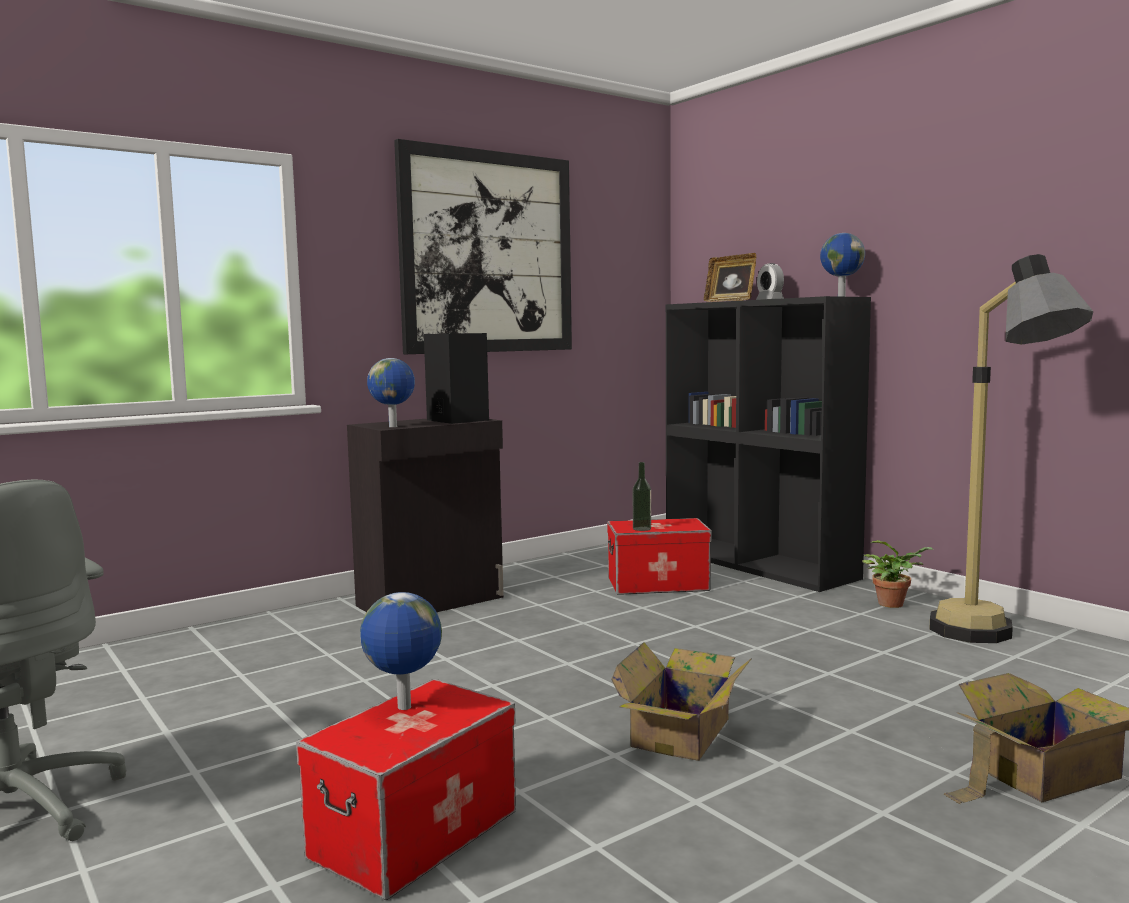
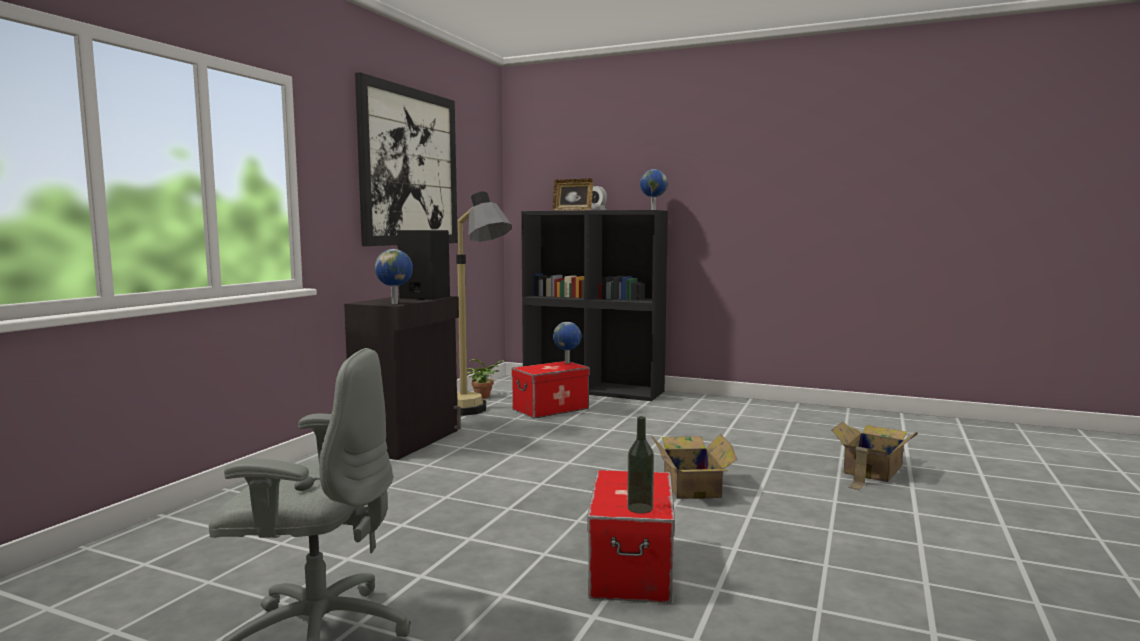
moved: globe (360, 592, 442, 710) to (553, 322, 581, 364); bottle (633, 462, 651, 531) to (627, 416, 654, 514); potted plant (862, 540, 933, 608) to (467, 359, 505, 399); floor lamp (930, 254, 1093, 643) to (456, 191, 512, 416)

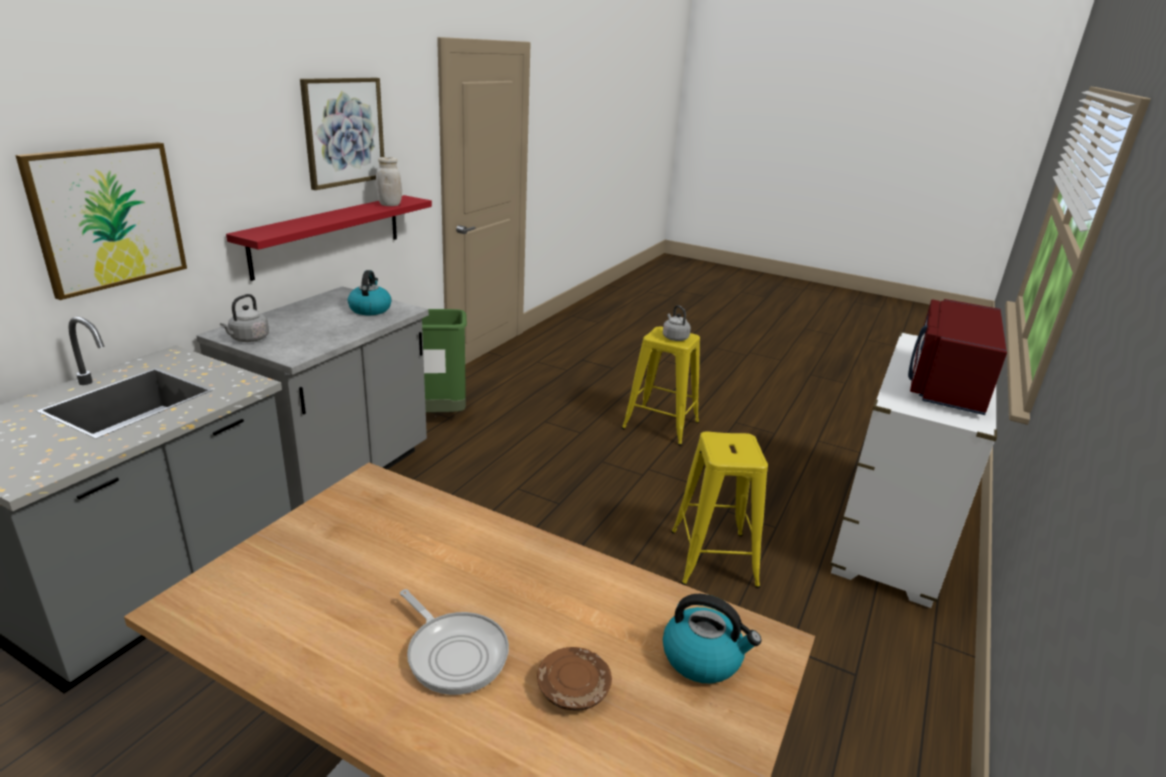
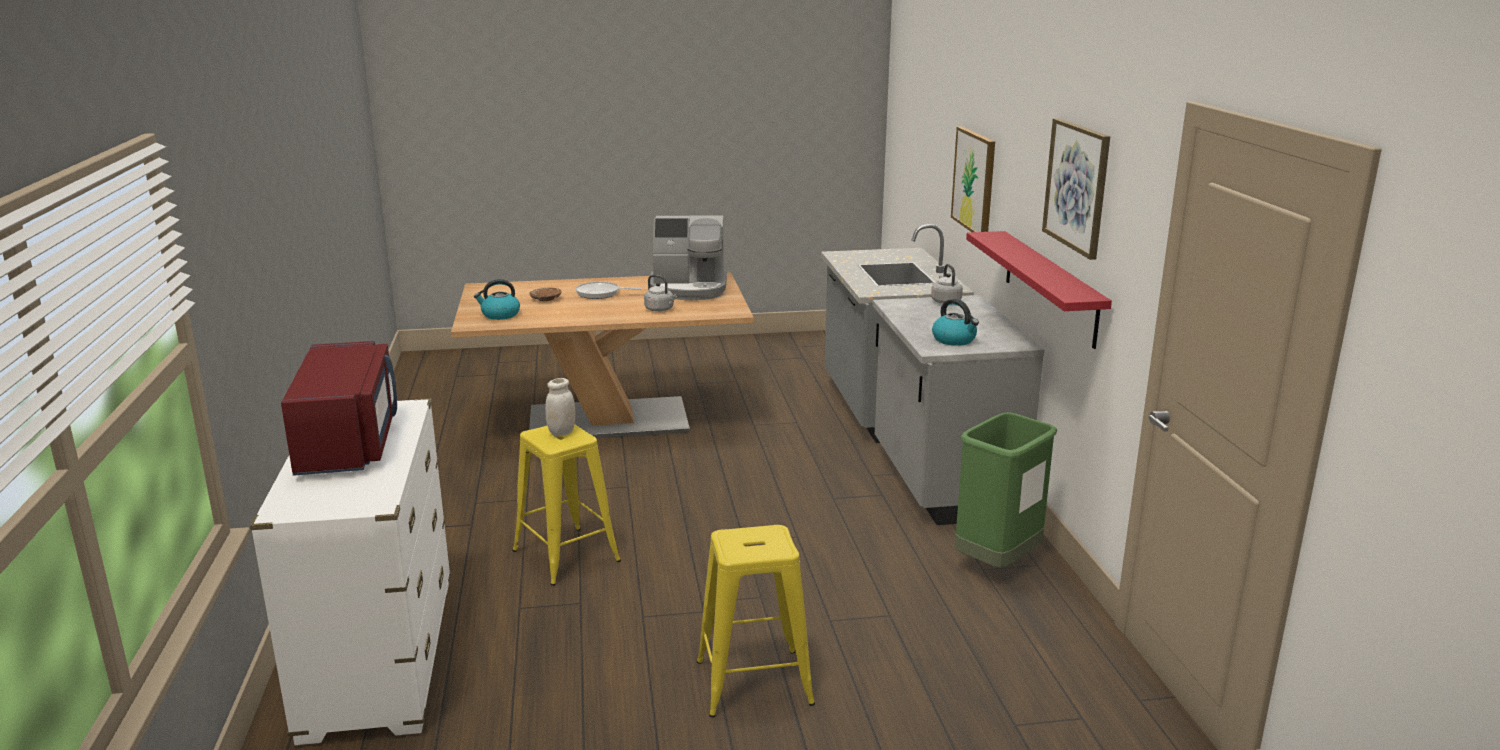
added: coffee machine (650, 216, 727, 300)
moved: jar (white) (376, 157, 402, 206) to (545, 378, 575, 437); kettle (grey) (663, 305, 691, 341) to (644, 275, 677, 312)

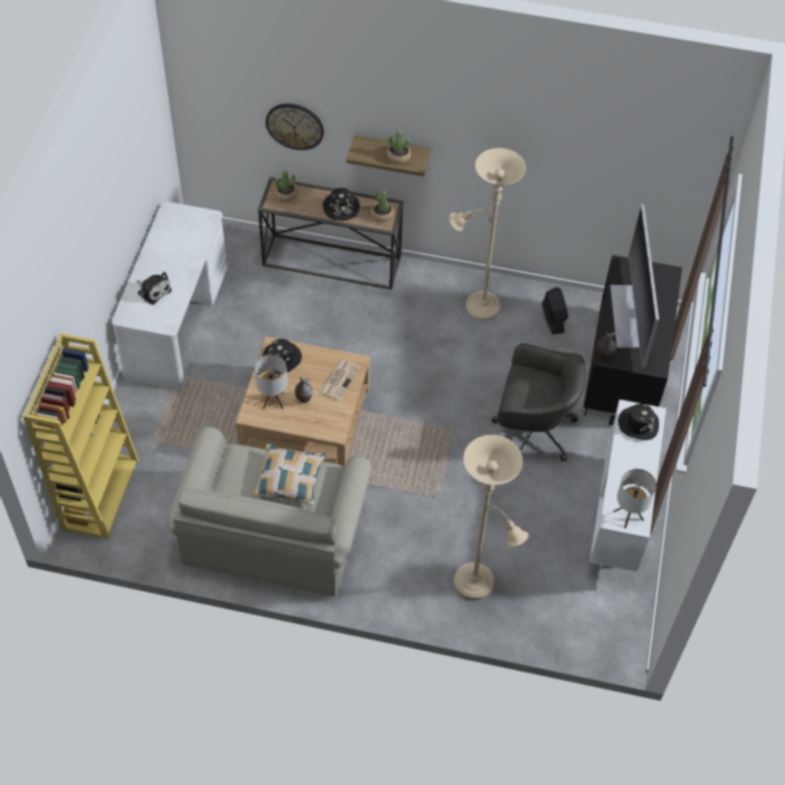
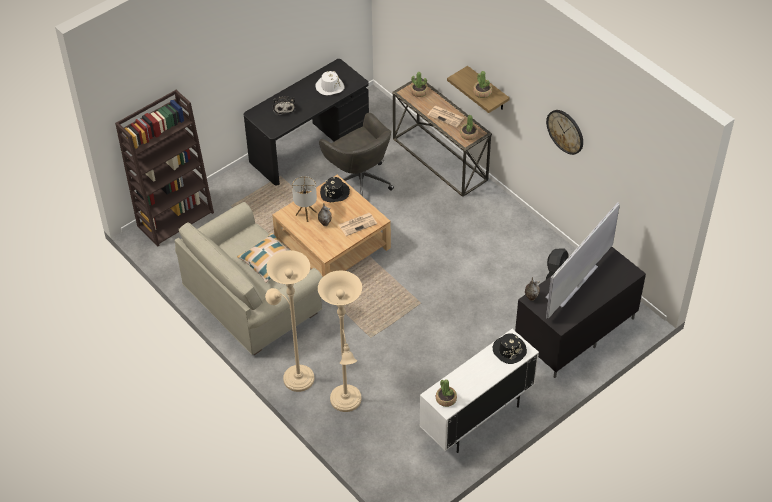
added: hat (white) (316, 71, 345, 95)
moved: wall clock (266, 104, 324, 150) to (546, 110, 583, 155); floor lamp (beige) (449, 148, 526, 321) to (265, 250, 314, 392); office chair (grey) (491, 343, 586, 461) to (319, 113, 394, 196)
replaced: hat (black) (323, 188, 360, 221) to newspaper (427, 106, 464, 128); table lamp (614, 469, 657, 528) to potted plant (436, 379, 457, 407)
recoloured: bookcase (yellow) (23, 333, 139, 539) to bookcase (brown) (115, 90, 214, 247); desk (white) (112, 201, 227, 389) to desk (black) (244, 59, 369, 185)

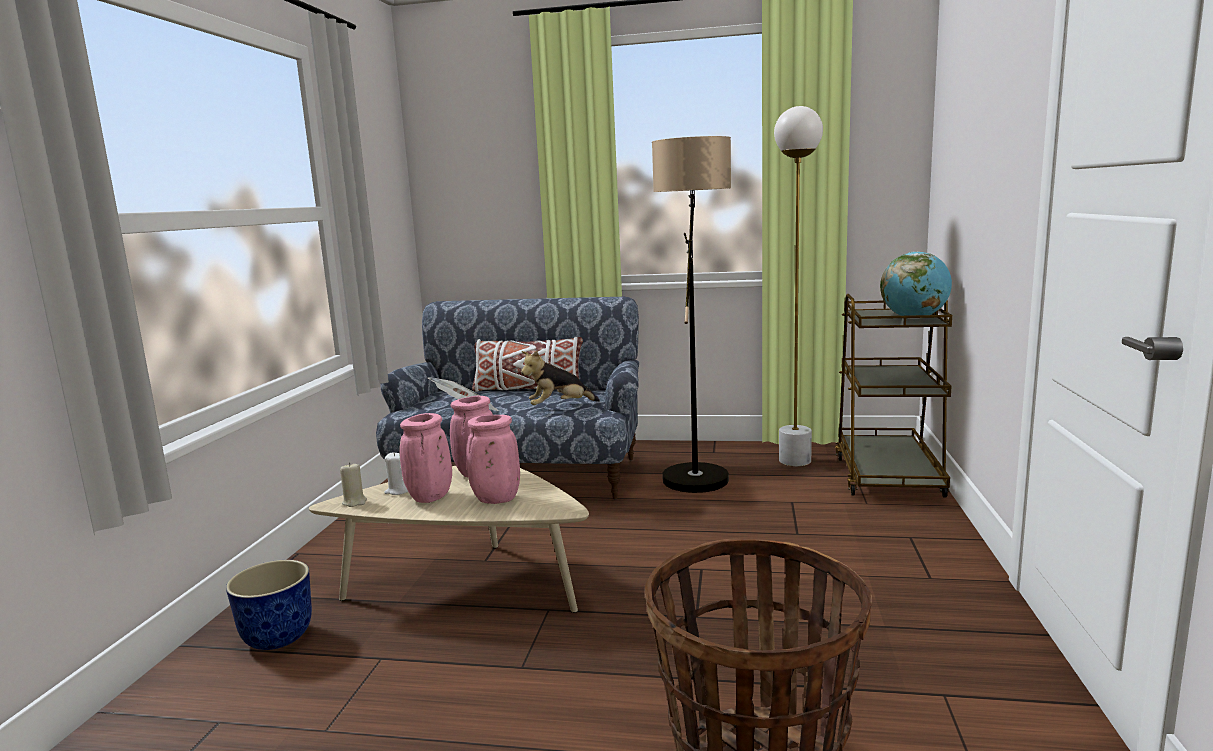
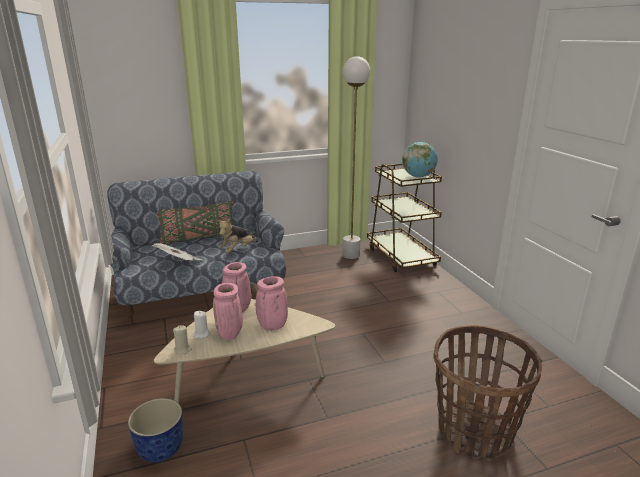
removed: floor lamp (652, 136, 731, 493)
recoloured: pillow (white) (472, 337, 583, 392) to pillow (green) (157, 201, 233, 244)

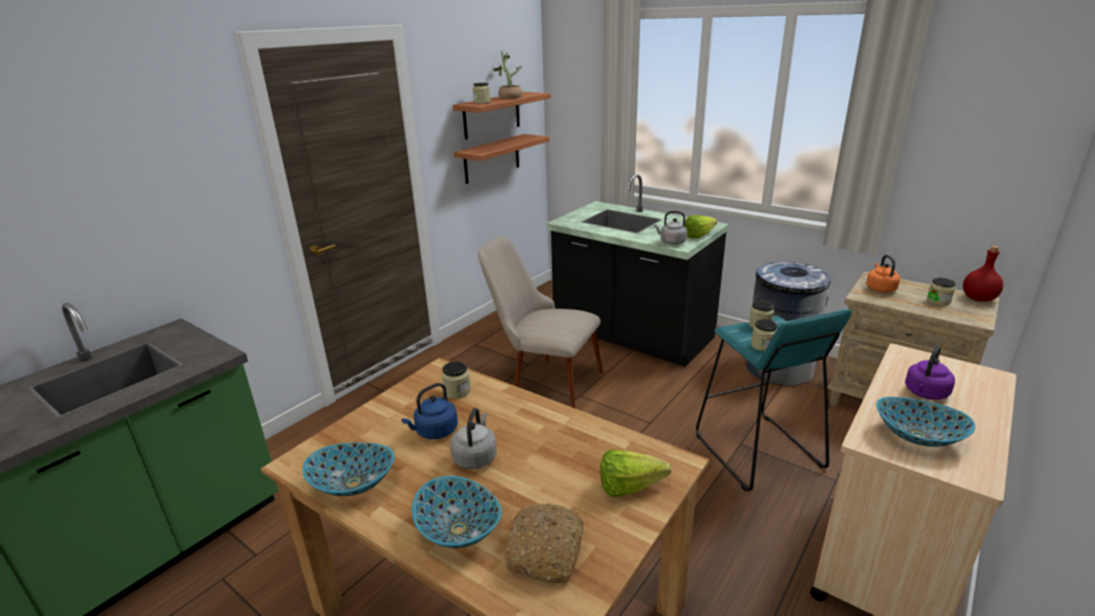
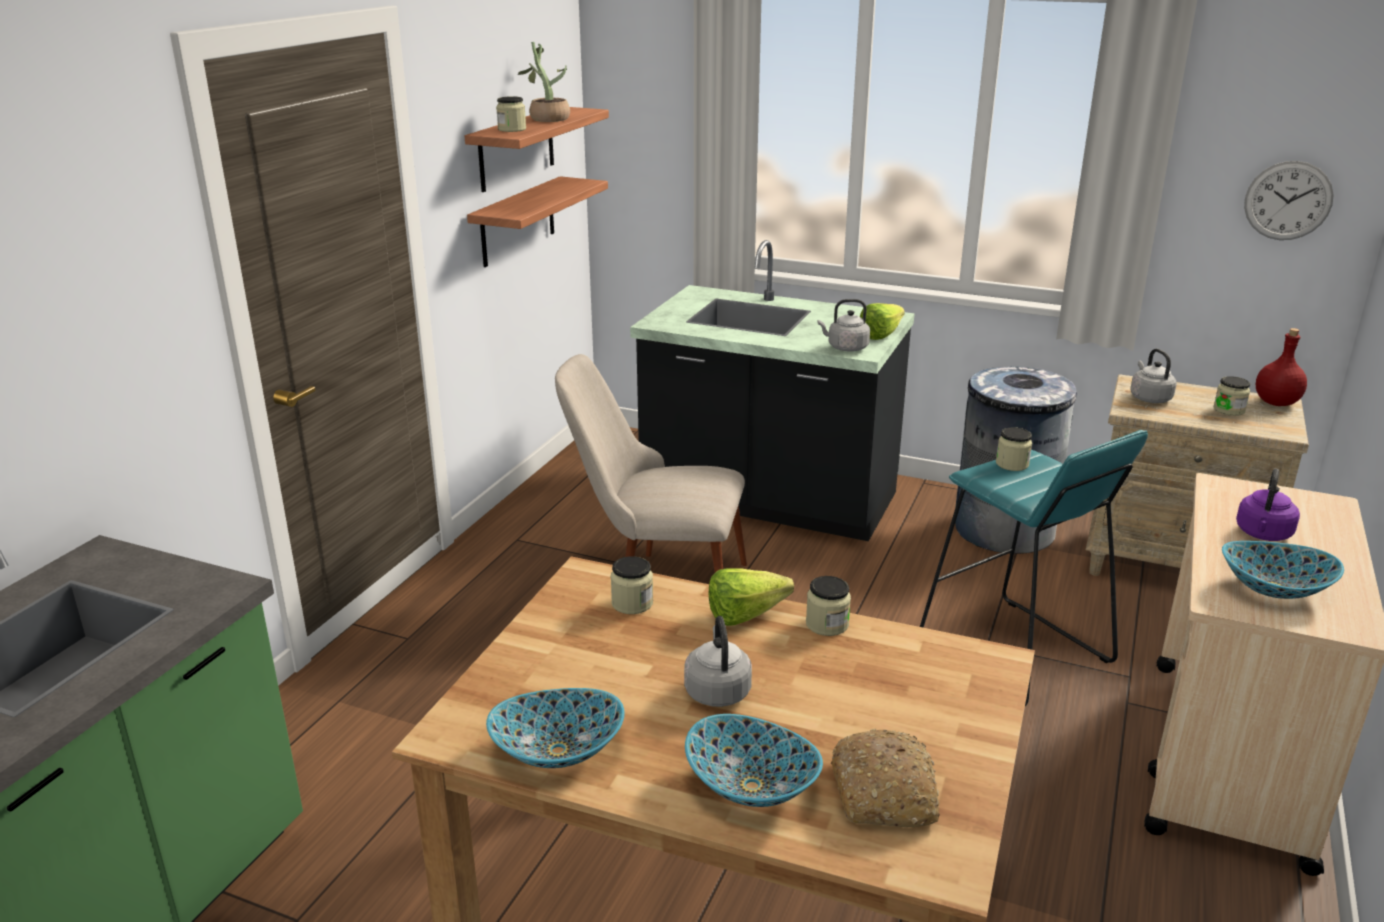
removed: kettle (blue) (401, 383, 458, 439)
added: wall clock (1244, 161, 1334, 240)
moved: lettuce (600, 450, 672, 497) to (709, 568, 794, 626); jar (751, 319, 777, 351) to (806, 576, 851, 636)
recoloured: kettle (orange) (866, 255, 900, 293) to kettle (grey) (1130, 349, 1177, 403)

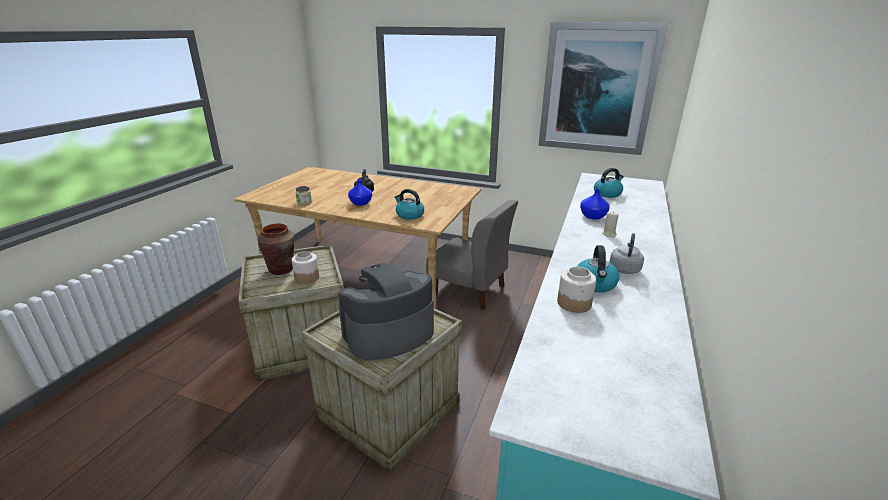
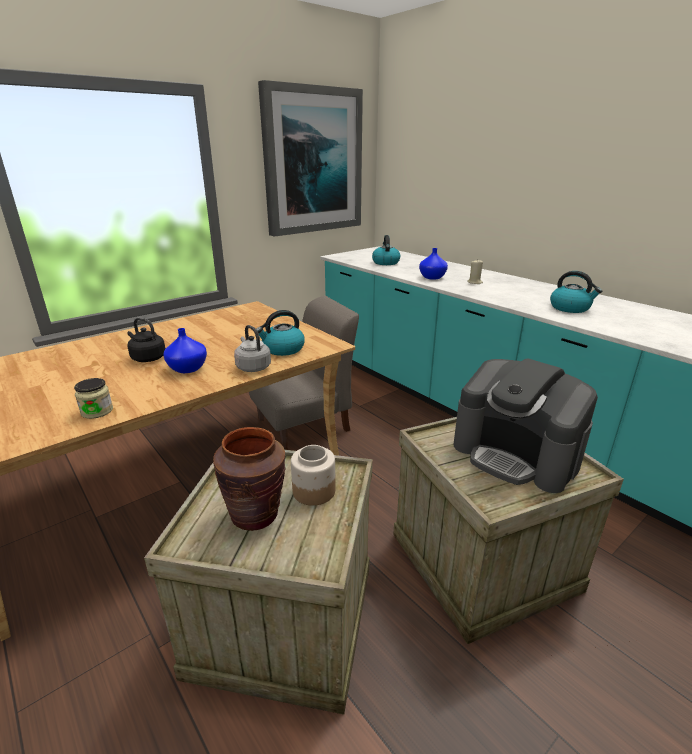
removed: jar (557, 267, 596, 313)
moved: kettle (grey) (609, 233, 644, 274) to (234, 325, 271, 372)
turned: coffee machine (338, 263, 434, 360) = (454, 358, 598, 493) 45 degrees counterclockwise

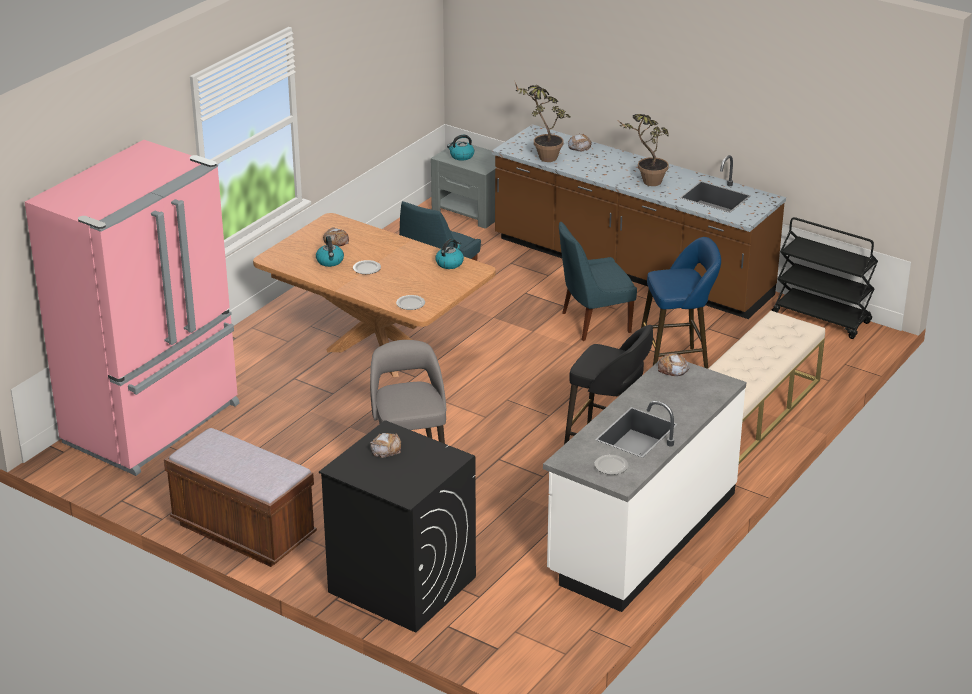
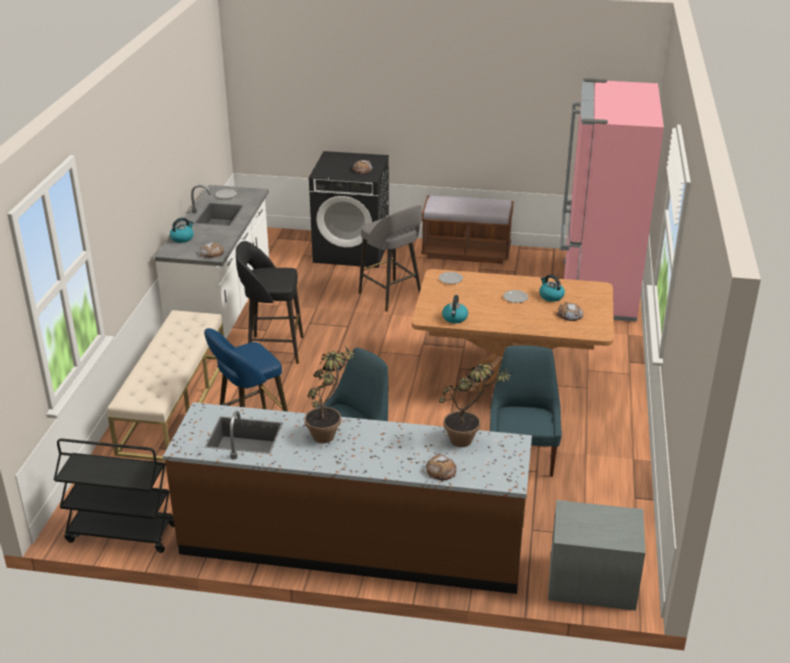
moved: kettle (447, 135, 474, 161) to (170, 218, 194, 243)

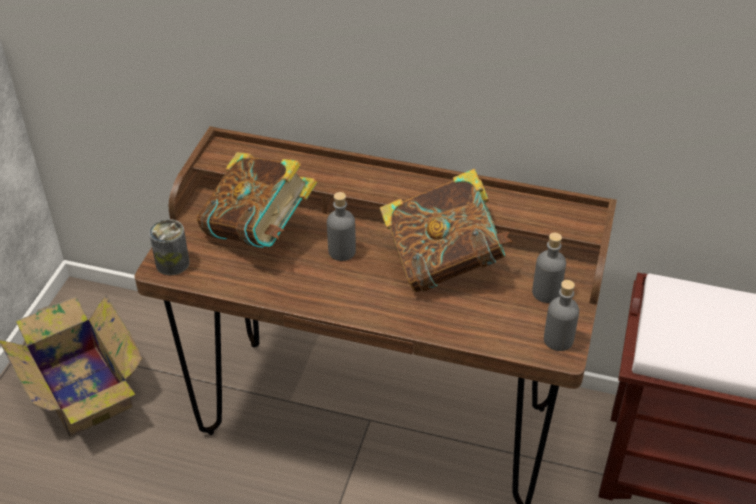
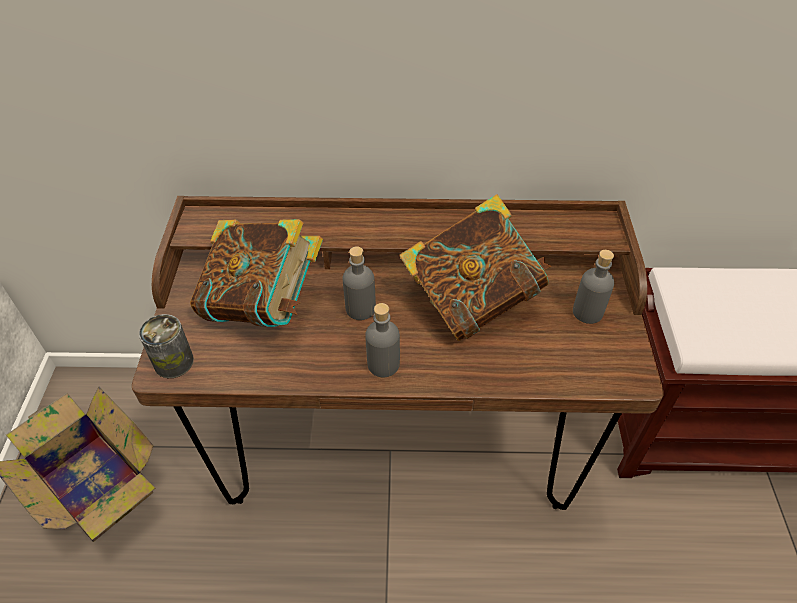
moved: bottle (grey) (544, 280, 579, 351) to (365, 303, 400, 377)

